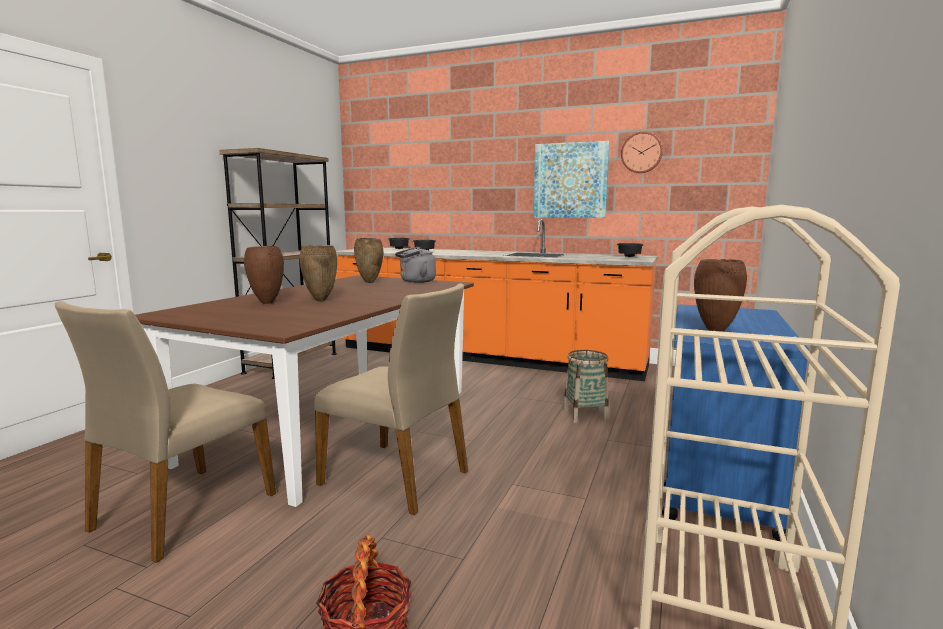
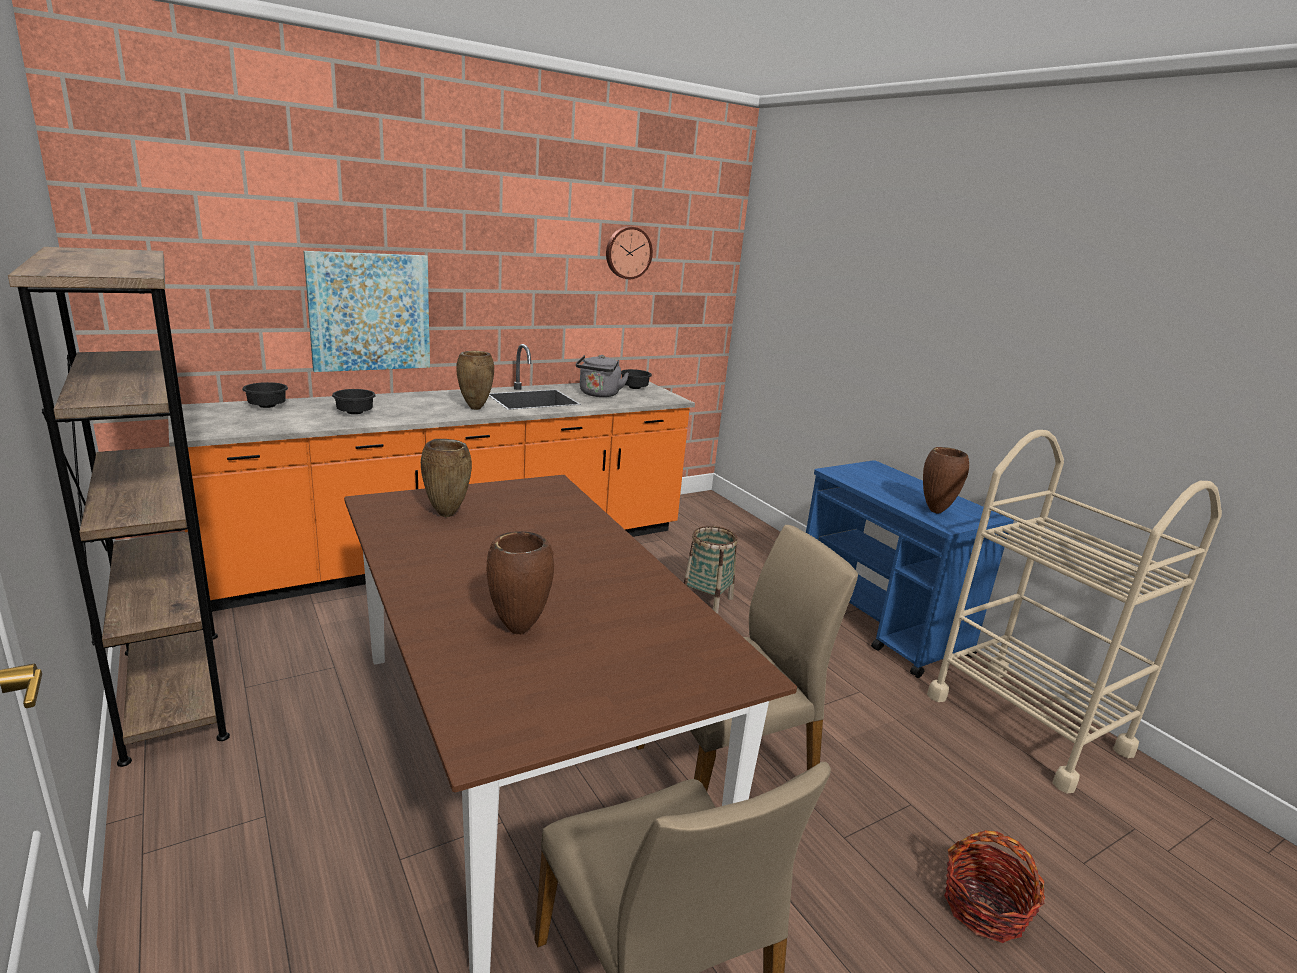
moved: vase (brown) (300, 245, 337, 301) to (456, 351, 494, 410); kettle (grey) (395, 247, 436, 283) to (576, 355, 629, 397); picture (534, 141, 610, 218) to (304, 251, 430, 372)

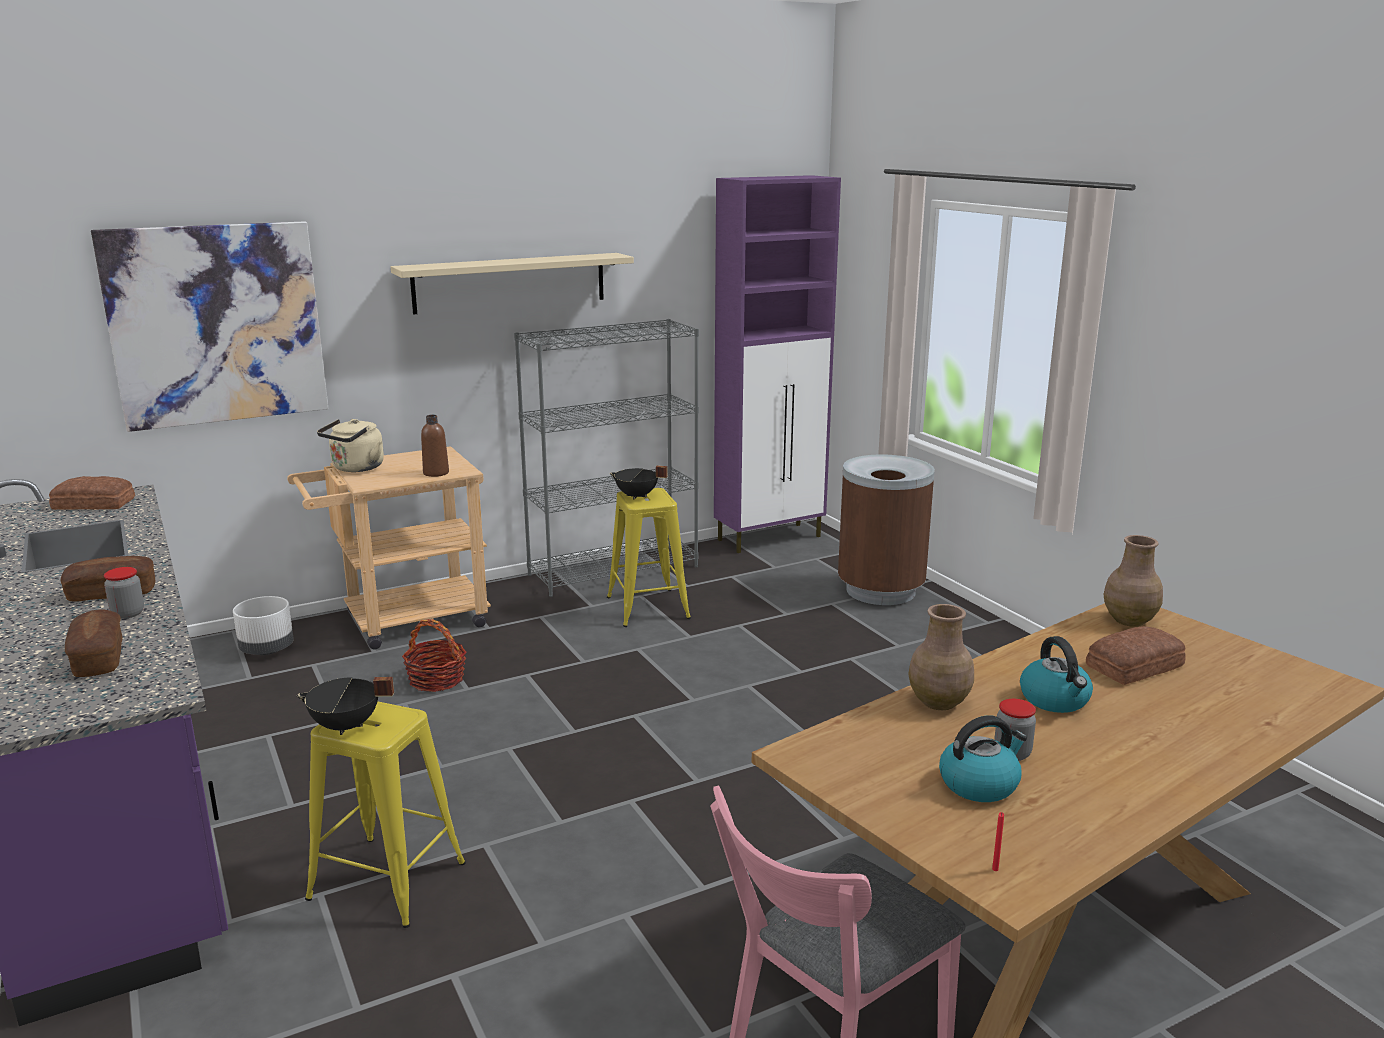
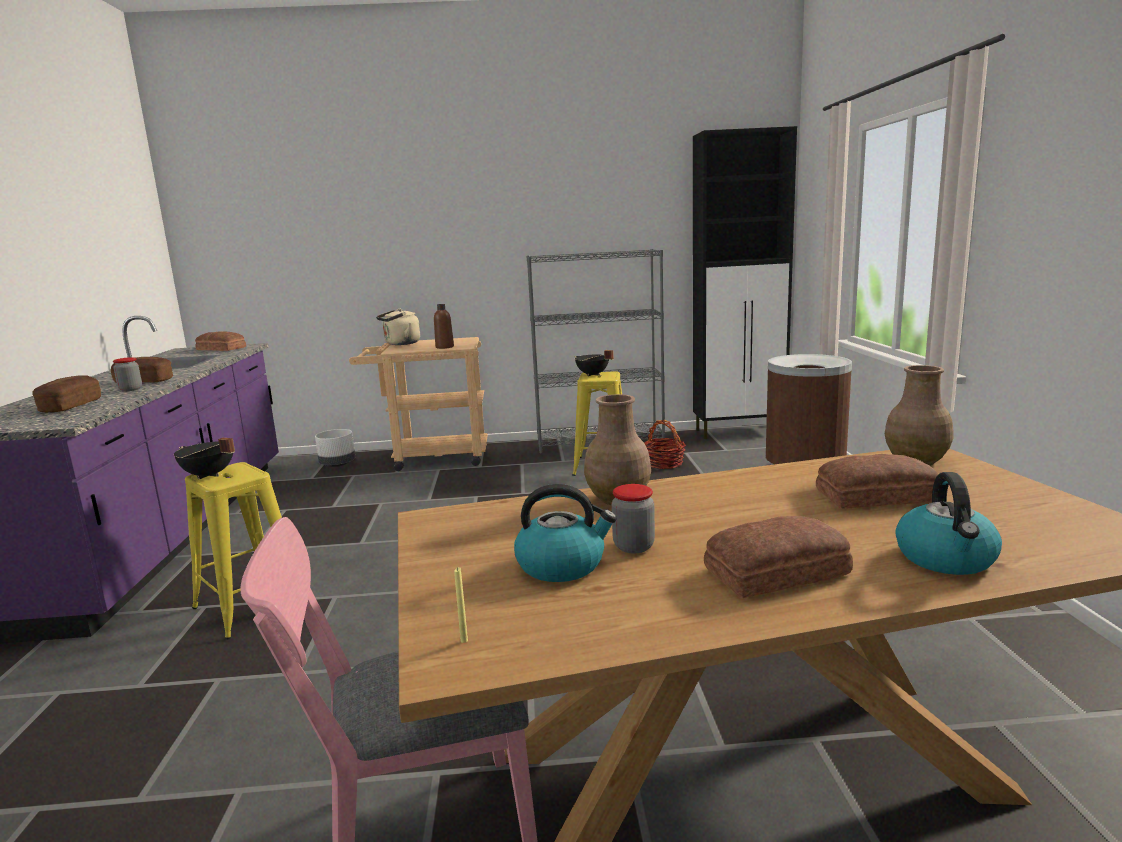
removed: picture (91, 221, 328, 432); shelf (beige) (391, 253, 634, 315)
added: bread (704, 516, 853, 598)
moved: basket (402, 619, 467, 692) to (644, 420, 686, 469); kettle (1020, 636, 1093, 713) to (895, 472, 1002, 575)
recoloured: cabinet (purple) (714, 175, 841, 553) to cabinet (black) (693, 126, 797, 439); candle (red) (992, 812, 1004, 871) to candle (yellow) (454, 567, 468, 643)

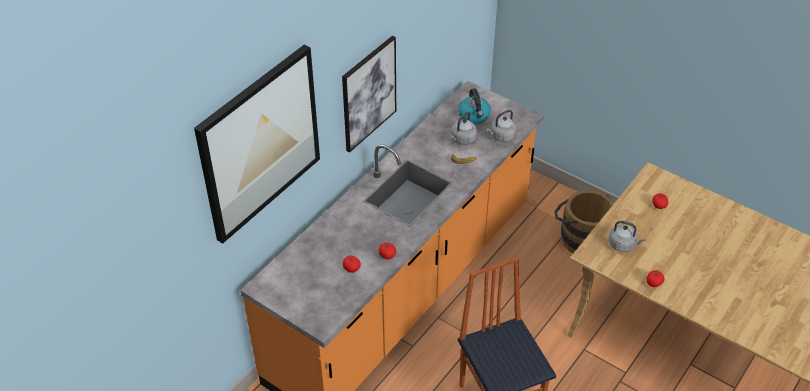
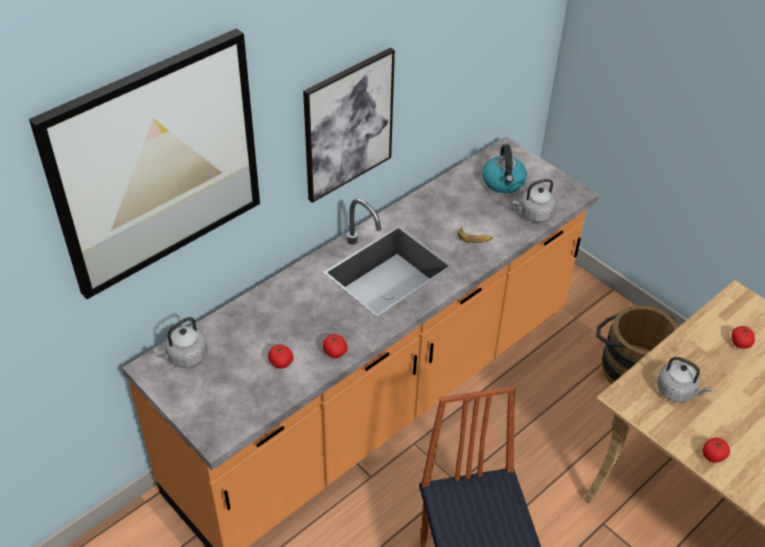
moved: kettle (grey) (450, 112, 477, 145) to (154, 317, 208, 368)

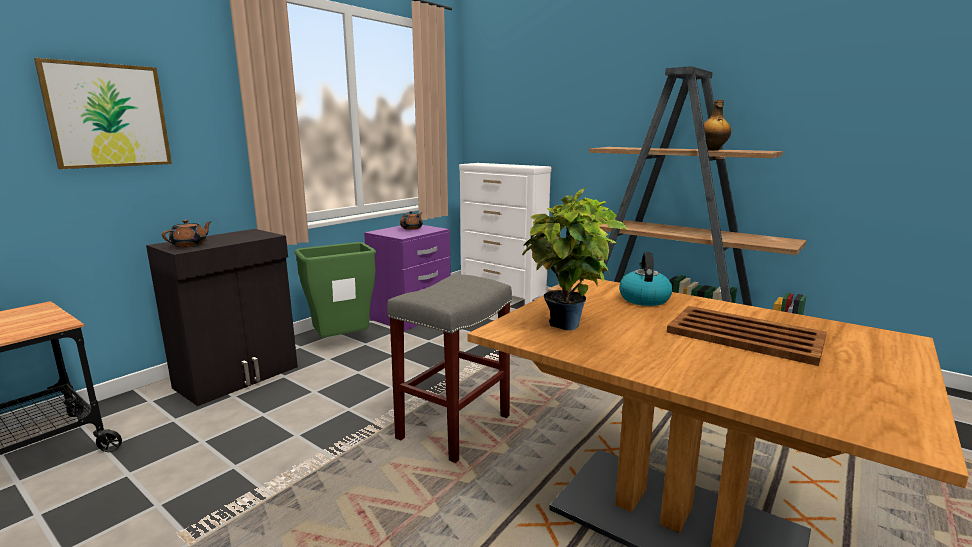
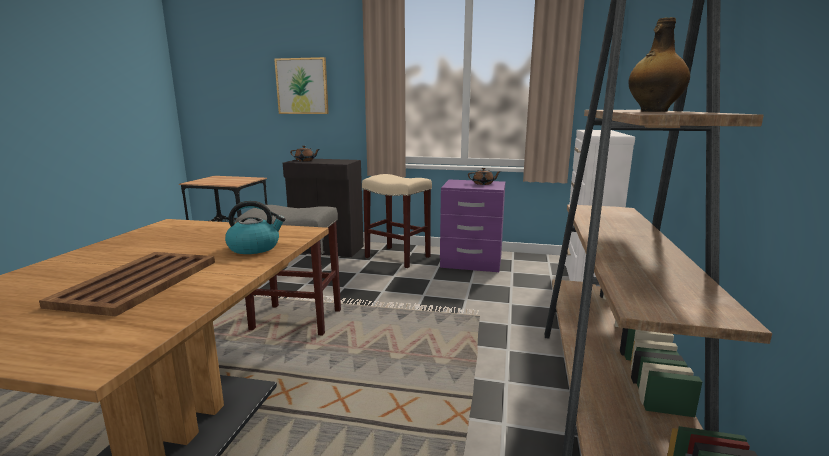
removed: potted plant (522, 187, 628, 330)
replaced: trash can (green) (295, 242, 376, 337) to stool (beige) (362, 174, 432, 268)

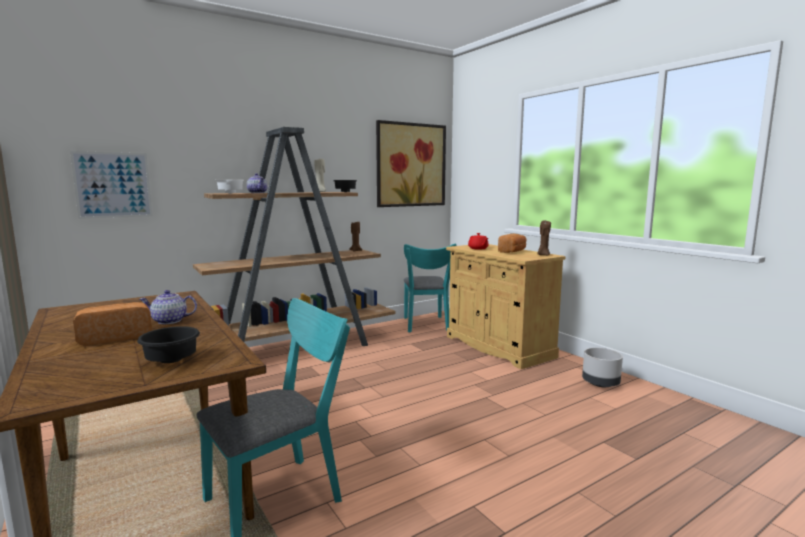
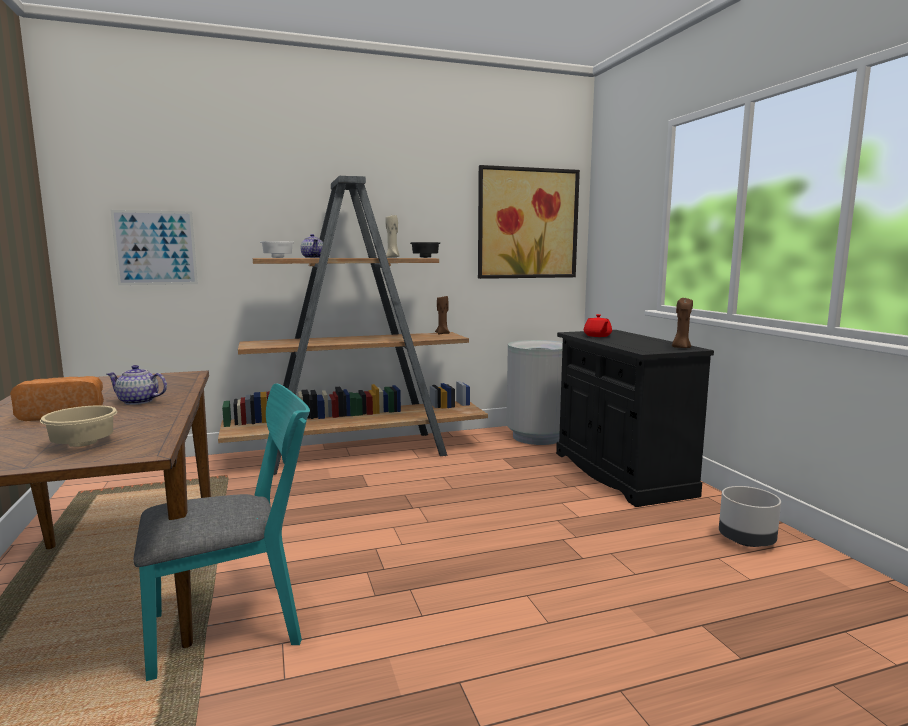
removed: bread (498, 234, 526, 253)
replaced: chair (turquoise) (404, 244, 457, 332) to trash can (grey) (506, 340, 563, 445)
recoloured: bowl (black) (137, 326, 200, 363) to bowl (beige) (40, 406, 117, 447); cabinet (beige) (446, 244, 566, 369) to cabinet (black) (556, 330, 714, 507)

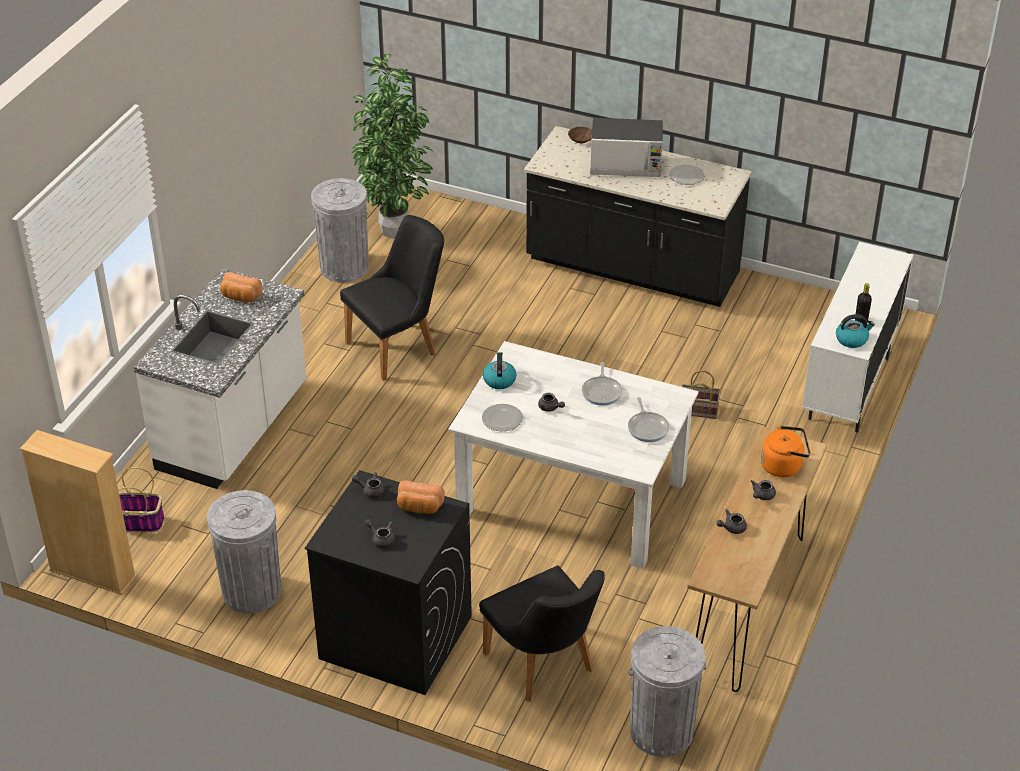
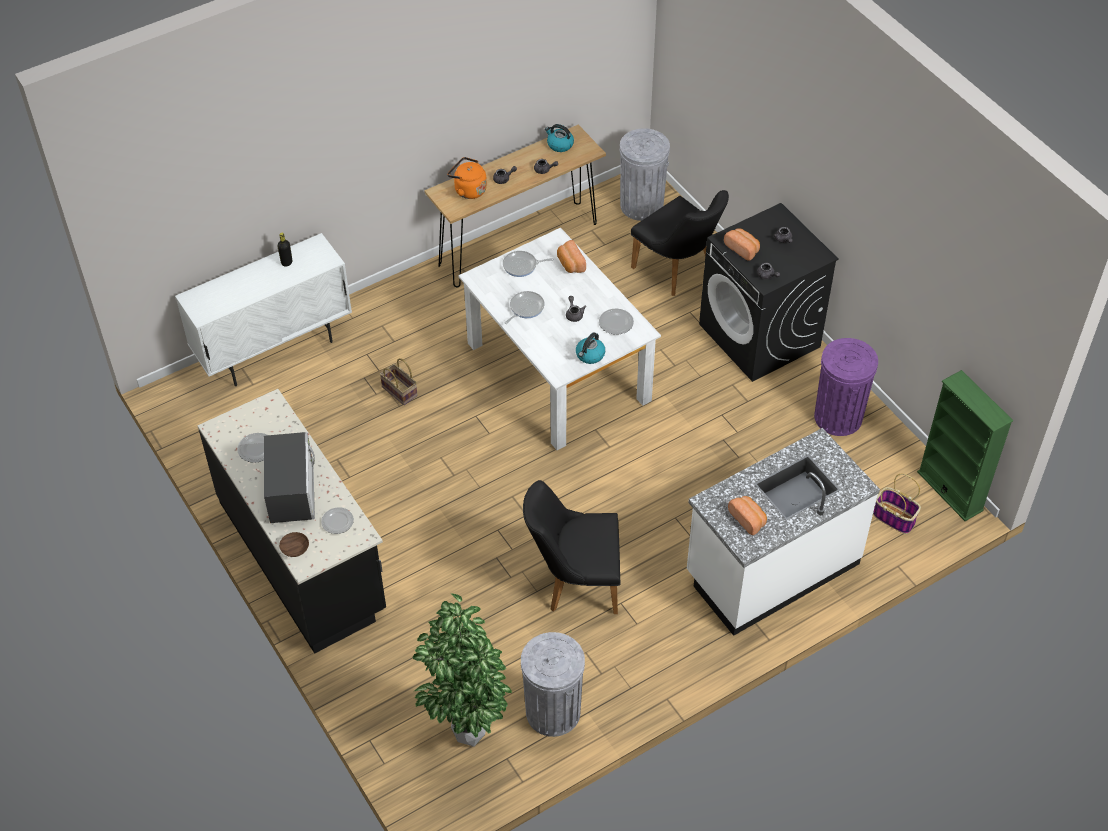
added: plate (321, 507, 354, 534); bread (557, 240, 586, 273)
moved: kettle (836, 314, 875, 348) to (545, 124, 574, 152)
recoloured: bookcase (beige) (20, 430, 137, 595) to bookcase (green) (917, 370, 1014, 521); trash can (grey) (207, 490, 281, 613) to trash can (purple) (814, 338, 878, 436)
turned: chair (black) (479, 565, 605, 702) = (631, 190, 729, 296) 135 degrees clockwise; microwave (590, 118, 663, 177) = (264, 432, 315, 523) 45 degrees clockwise; frying pan (628, 397, 669, 442) = (503, 251, 554, 277) 120 degrees counterclockwise

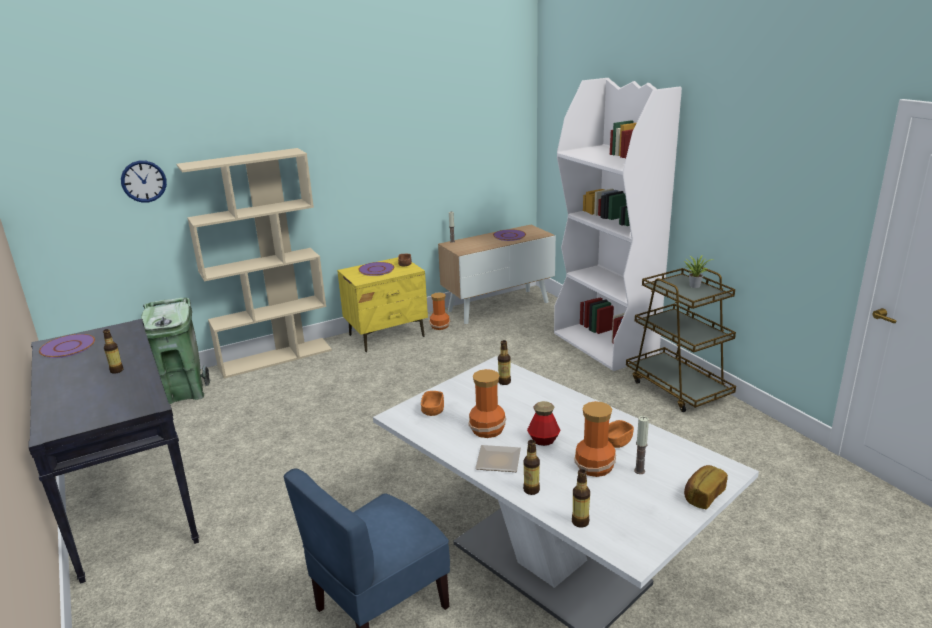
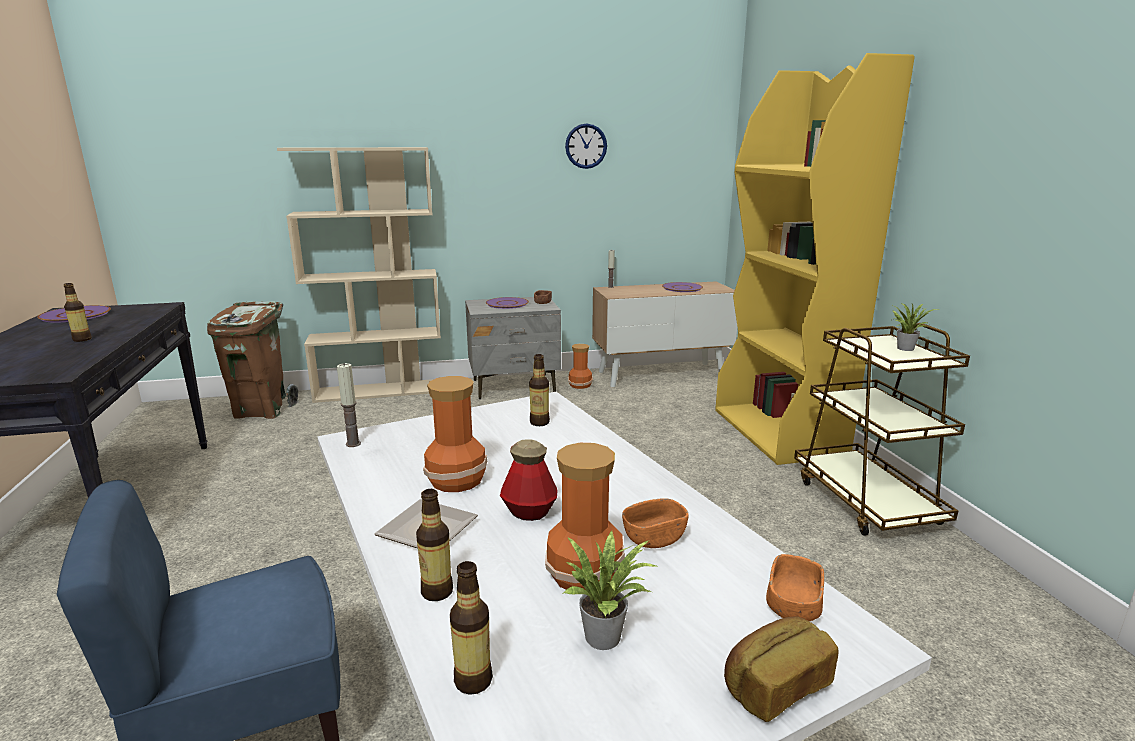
added: potted plant (564, 531, 656, 650)
moved: wall clock (121, 160, 167, 202) to (565, 124, 607, 169); bowl (orange) (421, 391, 444, 416) to (766, 554, 824, 621); candle (634, 416, 649, 474) to (337, 363, 361, 447)
recoloured: trash can (green) (141, 298, 210, 404) to trash can (brown) (207, 301, 299, 419); nightstand (yellow) (337, 257, 428, 352) to nightstand (grey) (465, 297, 561, 399); bookcase (white) (554, 78, 682, 371) to bookcase (yellow) (715, 53, 915, 465)

